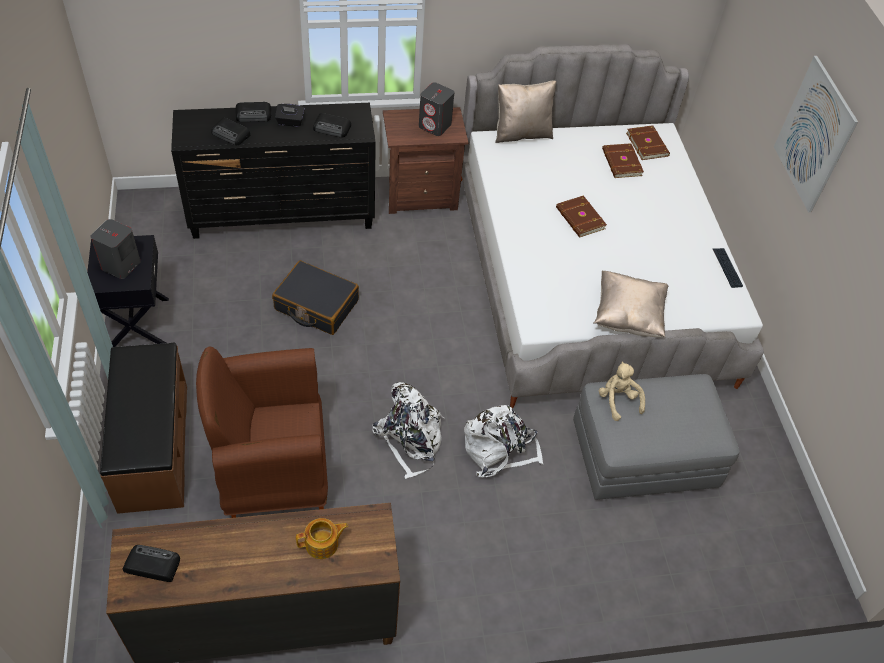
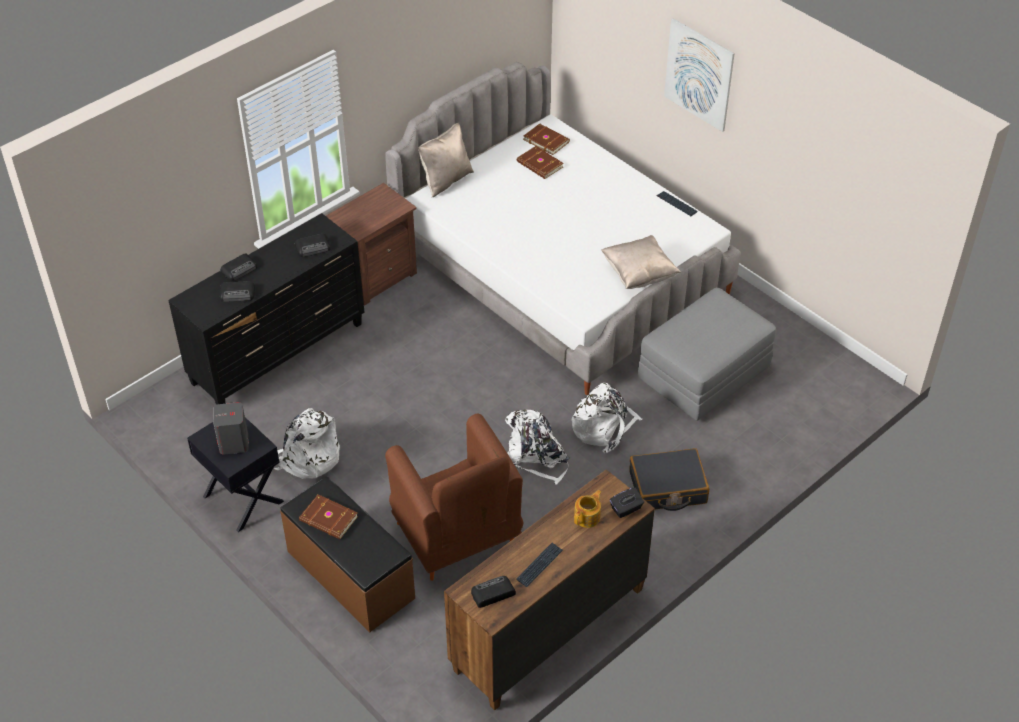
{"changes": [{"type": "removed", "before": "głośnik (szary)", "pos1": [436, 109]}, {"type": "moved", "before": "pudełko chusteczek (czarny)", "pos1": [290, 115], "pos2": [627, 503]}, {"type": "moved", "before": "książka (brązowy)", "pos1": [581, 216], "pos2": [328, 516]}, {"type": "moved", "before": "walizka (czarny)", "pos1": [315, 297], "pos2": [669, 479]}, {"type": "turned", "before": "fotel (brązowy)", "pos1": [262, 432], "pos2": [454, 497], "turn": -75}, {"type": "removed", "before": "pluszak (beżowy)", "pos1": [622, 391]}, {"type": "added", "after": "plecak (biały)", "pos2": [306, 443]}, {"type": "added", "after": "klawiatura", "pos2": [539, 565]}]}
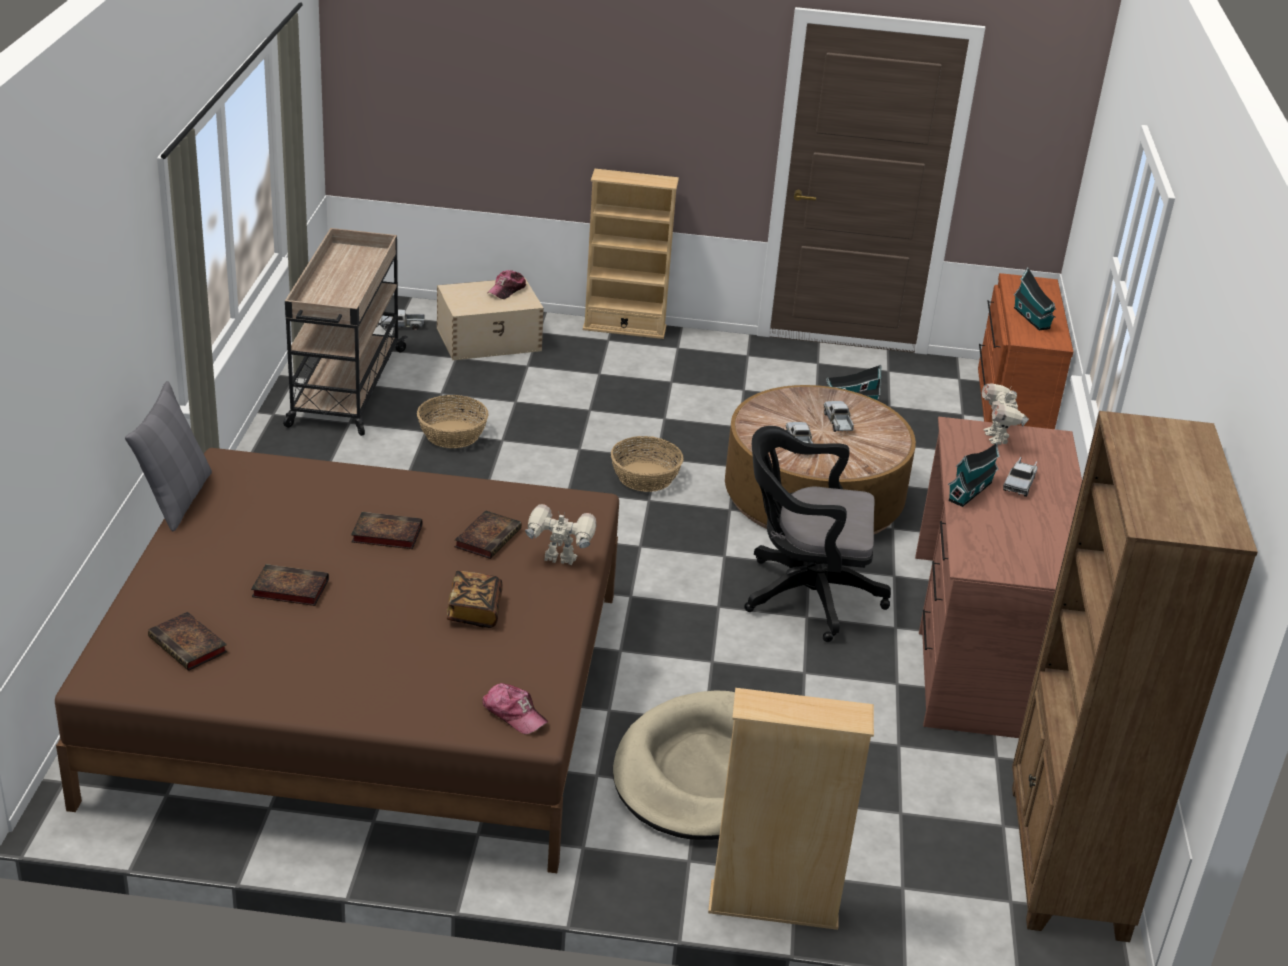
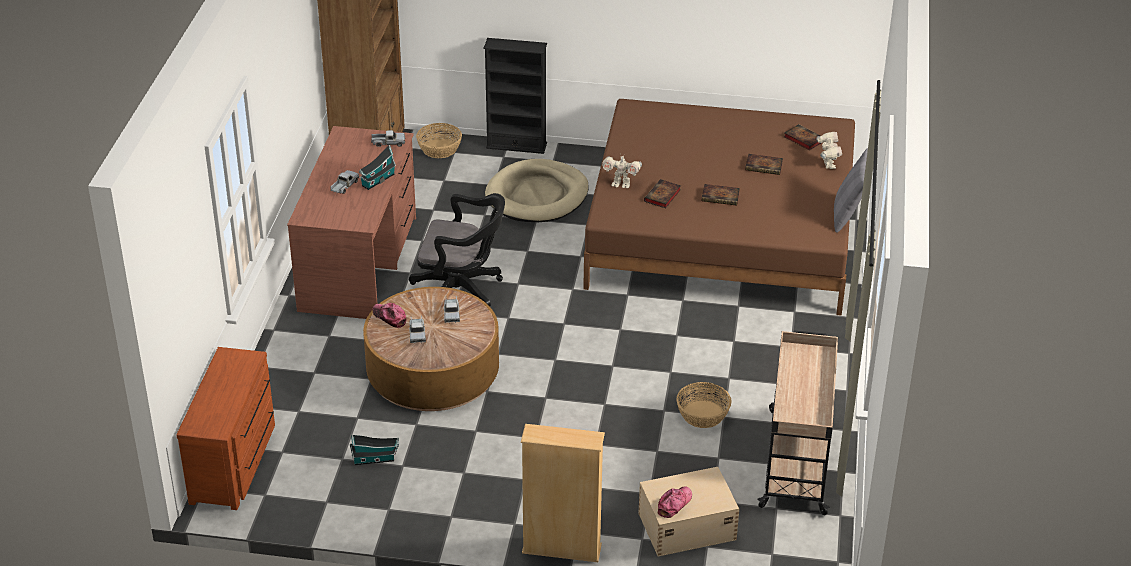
{"changes": [{"type": "removed", "before": "domek", "pos1": [1035, 298]}, {"type": "moved", "before": "ciężarówka zabawkowa", "pos1": [403, 320], "pos2": [388, 138]}, {"type": "moved", "before": "robot zabawkowy", "pos1": [1005, 414], "pos2": [829, 150]}, {"type": "moved", "before": "koszyk", "pos1": [647, 464], "pos2": [439, 140]}, {"type": "removed", "before": "książka", "pos1": [475, 599]}, {"type": "moved", "before": "czapka z daszkiem", "pos1": [515, 708], "pos2": [389, 315]}, {"type": "recoloured", "before": "regał (beżowy)", "after": "regał (czarny)", "pos1": [791, 809], "pos2": [515, 96]}]}
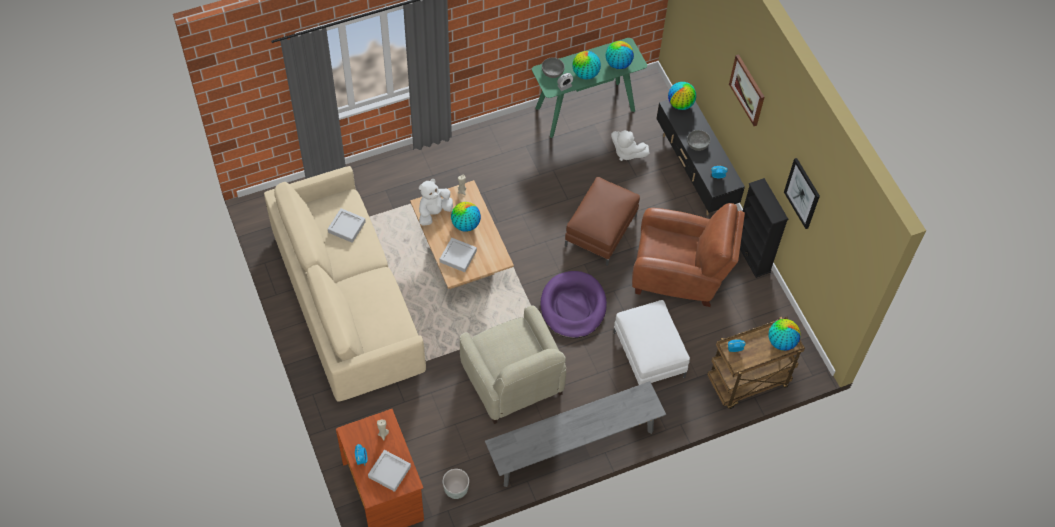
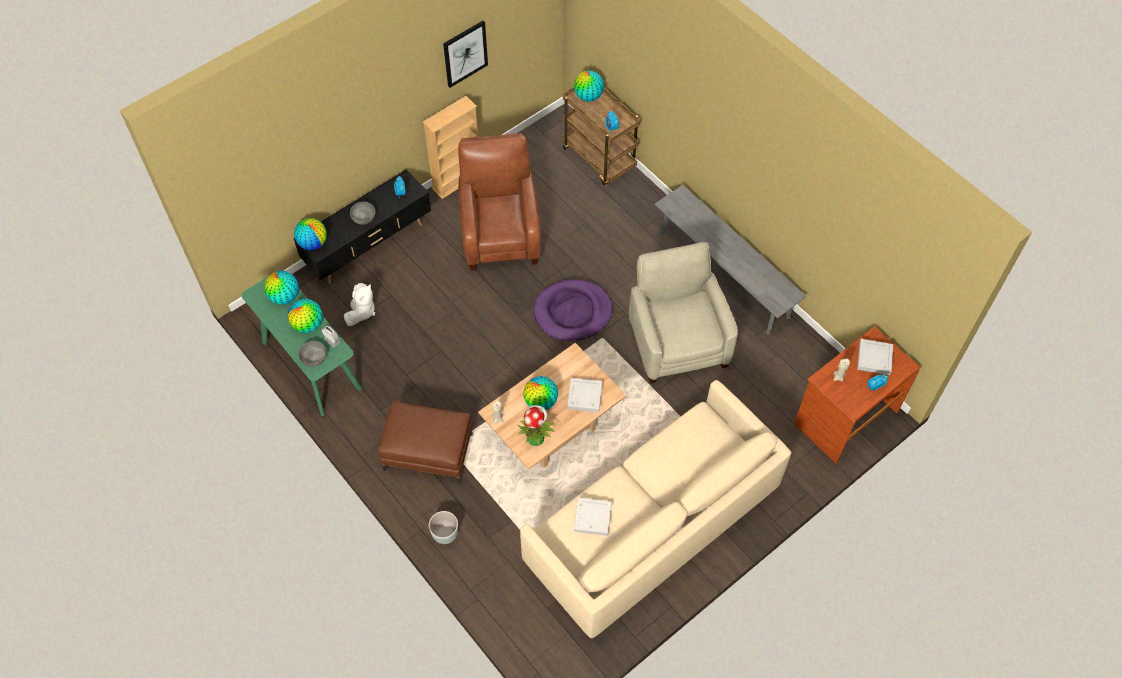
{"changes": [{"type": "removed", "before": "obraz", "pos1": [746, 90]}, {"type": "moved", "before": "pufa (brązowy)", "pos1": [602, 221], "pos2": [425, 442]}, {"type": "recoloured", "before": "regał (czarny)", "after": "regał (beżowy)", "pos1": [764, 228], "pos2": [450, 147]}, {"type": "replaced", "before": "pluszak (biały)", "after": "roślina doniczkowa", "pos1": [436, 202], "pos2": [536, 425]}, {"type": "removed", "before": "pufa (biały)", "pos1": [651, 342]}, {"type": "turned", "before": "fotel (beżowy)", "pos1": [513, 364], "pos2": [683, 312], "turn": -60}, {"type": "moved", "before": "donica (szary)", "pos1": [456, 484], "pos2": [443, 527]}]}
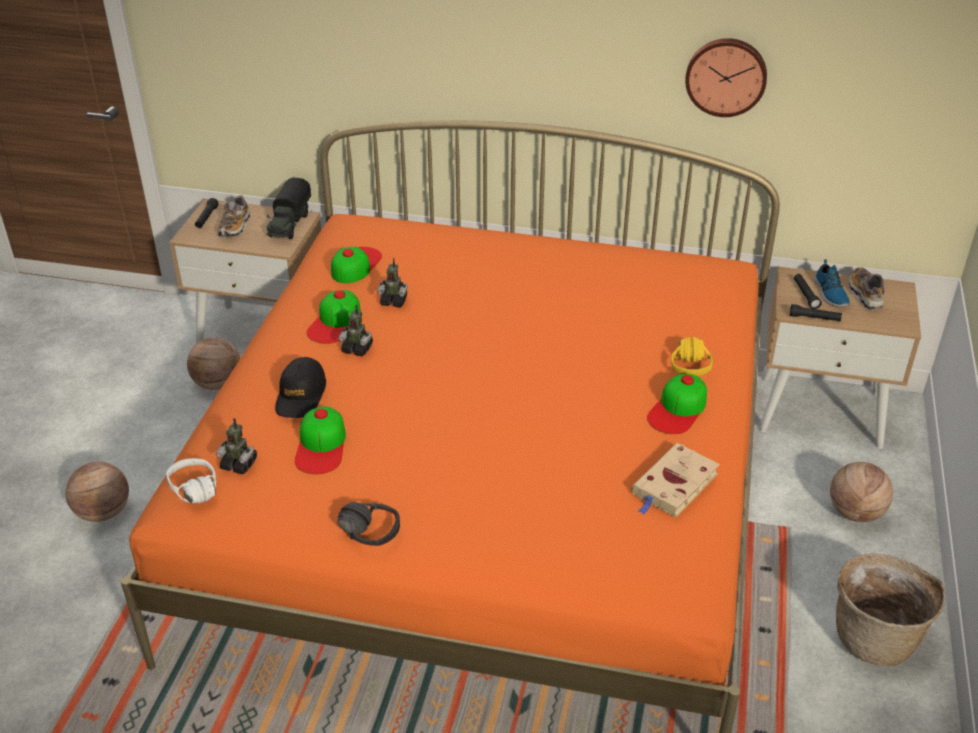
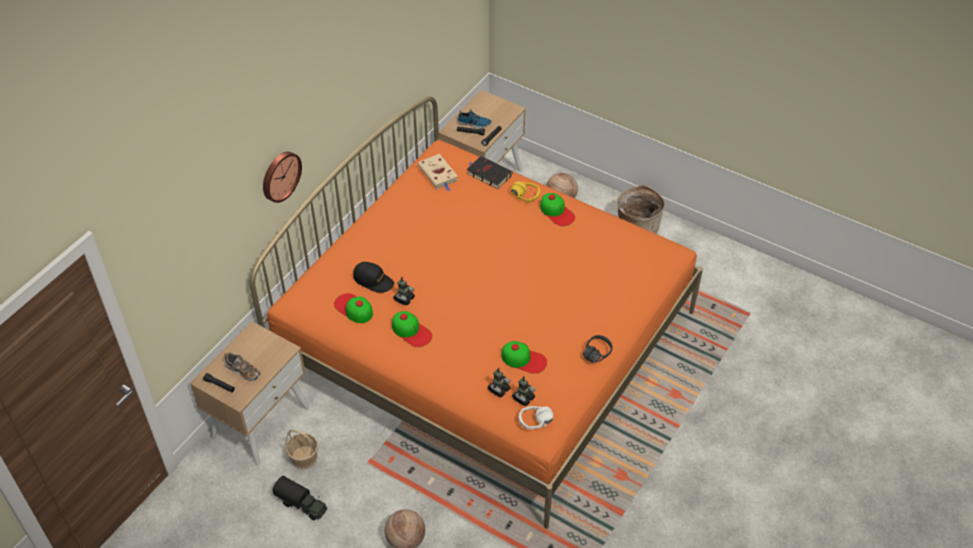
{"changes": [{"type": "moved", "before": "zegar ścienny", "pos1": [726, 77], "pos2": [282, 177]}, {"type": "moved", "before": "ciężarówka zabawkowa", "pos1": [289, 208], "pos2": [300, 498]}, {"type": "removed", "before": "but", "pos1": [866, 288]}, {"type": "moved", "before": "robot zabawkowy", "pos1": [355, 330], "pos2": [499, 382]}, {"type": "replaced", "before": "piłka do koszykówki", "after": "koszyk", "pos1": [213, 363], "pos2": [302, 449]}, {"type": "moved", "before": "czapka z daszkiem (czarny)", "pos1": [300, 387], "pos2": [373, 277]}, {"type": "moved", "before": "książka (beżowy)", "pos1": [675, 480], "pos2": [438, 172]}, {"type": "added", "after": "książka (czarny)", "pos2": [490, 172]}]}
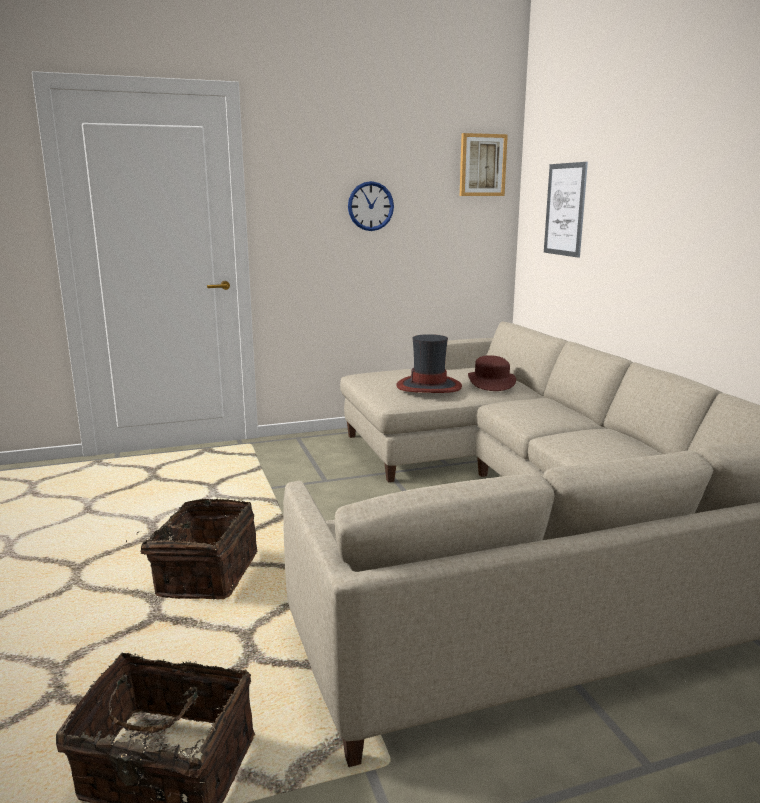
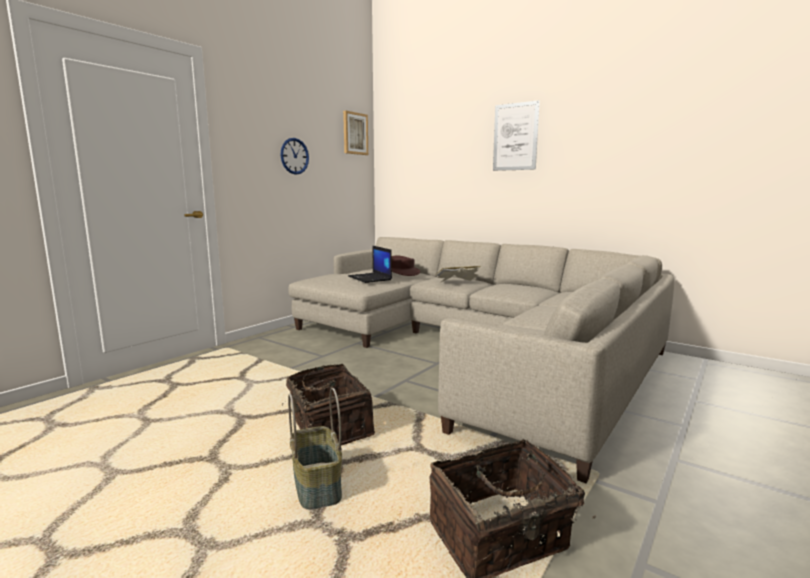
{"changes": [{"type": "moved", "before": "obraz", "pos1": [566, 209], "pos2": [516, 135]}, {"type": "replaced", "before": "kapelusz", "after": "laptop", "pos1": [429, 363], "pos2": [370, 264]}, {"type": "added", "after": "książka", "pos2": [457, 274]}, {"type": "added", "after": "koszyk", "pos2": [315, 449]}]}
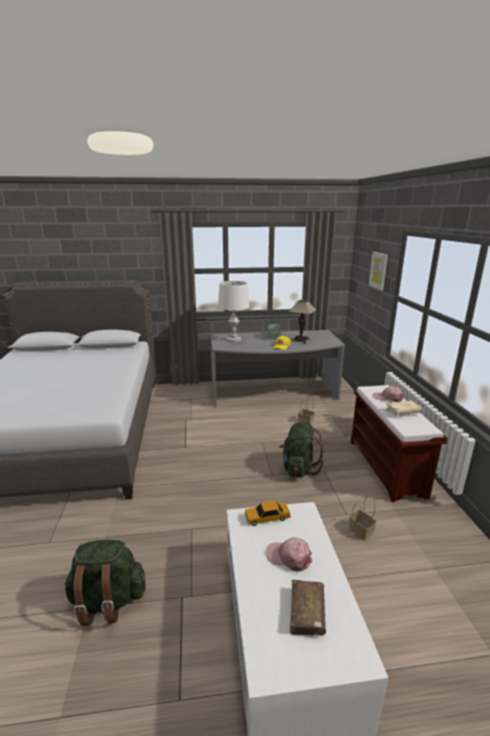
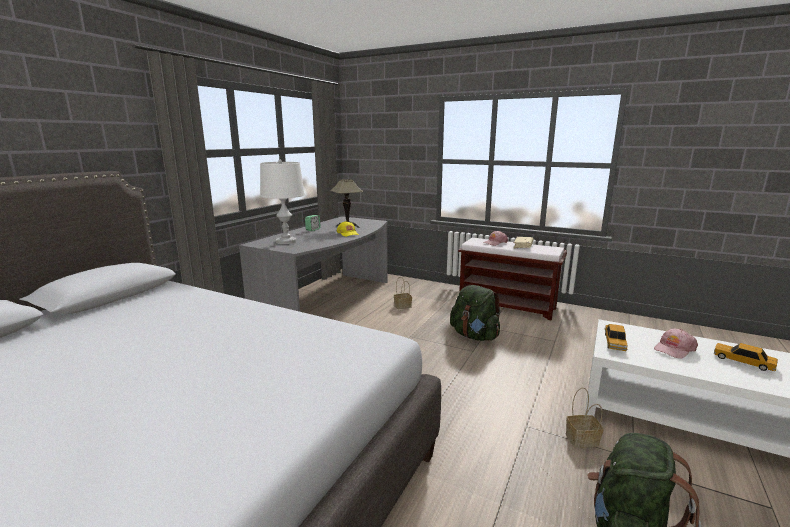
{"changes": [{"type": "removed", "before": "obraz", "pos1": [378, 271]}, {"type": "moved", "before": "koszyk", "pos1": [362, 518], "pos2": [585, 418]}, {"type": "replaced", "before": "książka (brązowy)", "after": "samochodzik", "pos1": [308, 608], "pos2": [746, 357]}]}
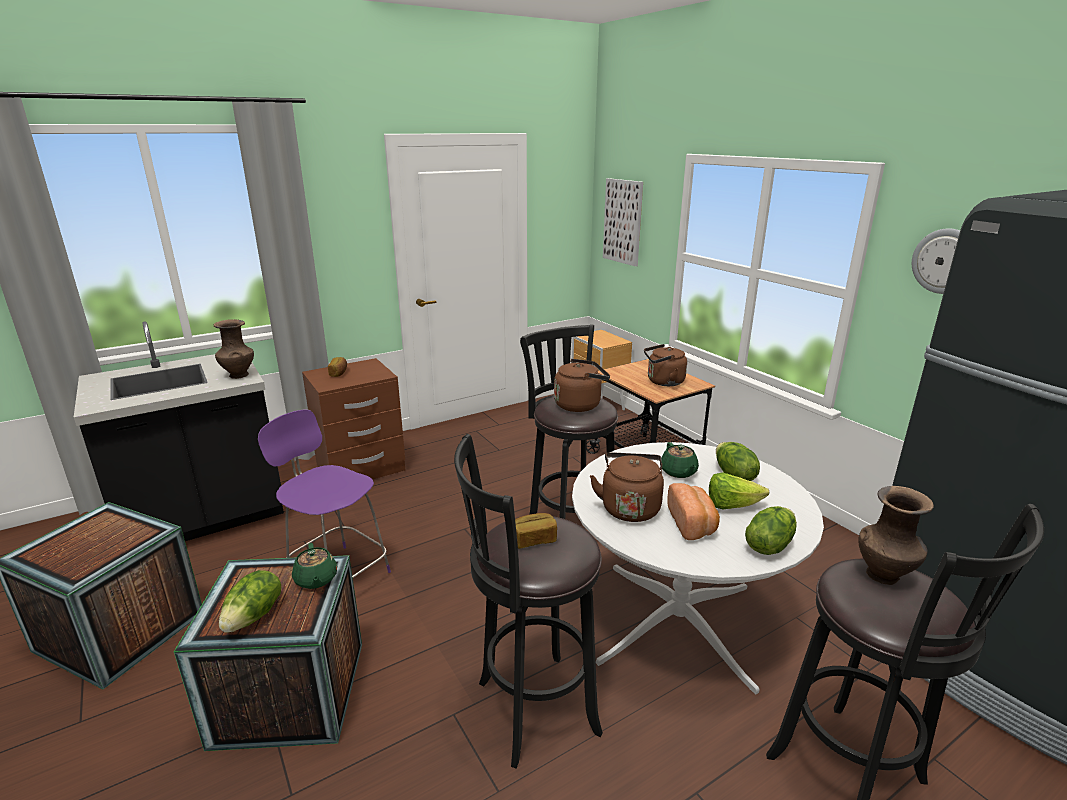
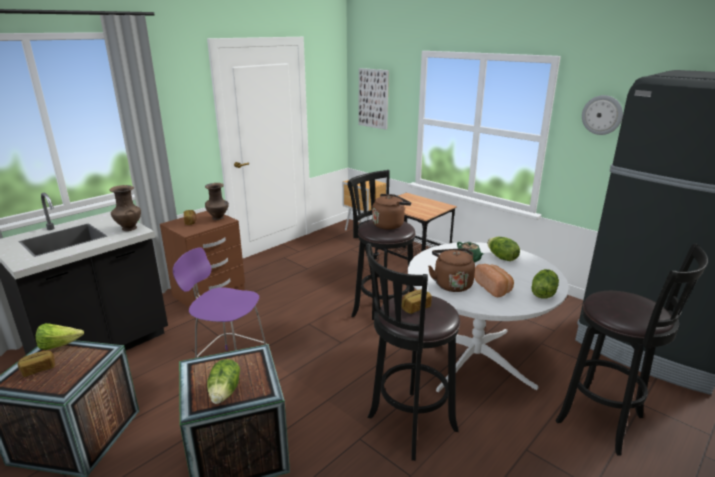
{"changes": [{"type": "removed", "before": "czajnik (brązowy)", "pos1": [665, 365]}, {"type": "moved", "before": "sałata", "pos1": [739, 490], "pos2": [60, 336]}, {"type": "moved", "before": "wazon (brązowy)", "pos1": [896, 535], "pos2": [217, 201]}, {"type": "removed", "before": "imbryk (zielony)", "pos1": [314, 566]}, {"type": "added", "after": "chleb", "pos2": [36, 364]}]}
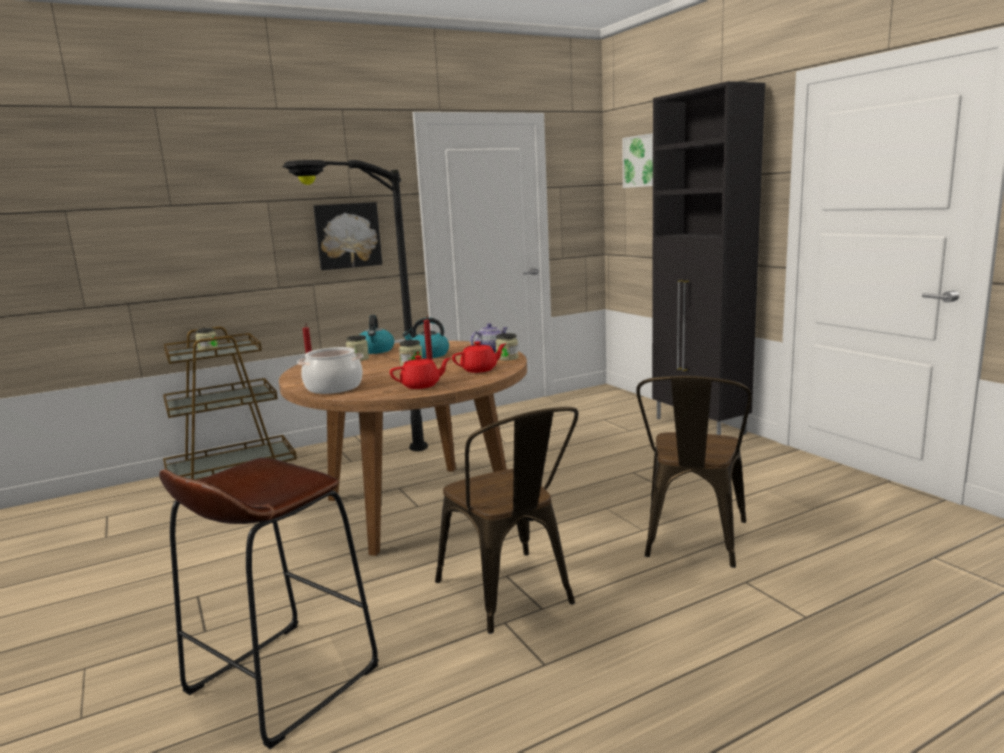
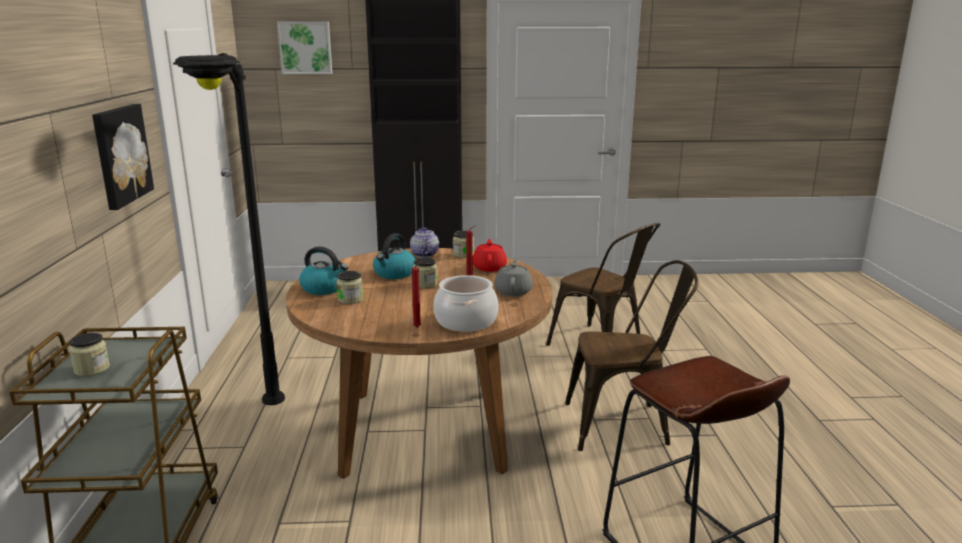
{"changes": [{"type": "recoloured", "before": "imbryk (czerwony)", "after": "imbryk (szary)", "pos1": [420, 372], "pos2": [513, 277]}]}
